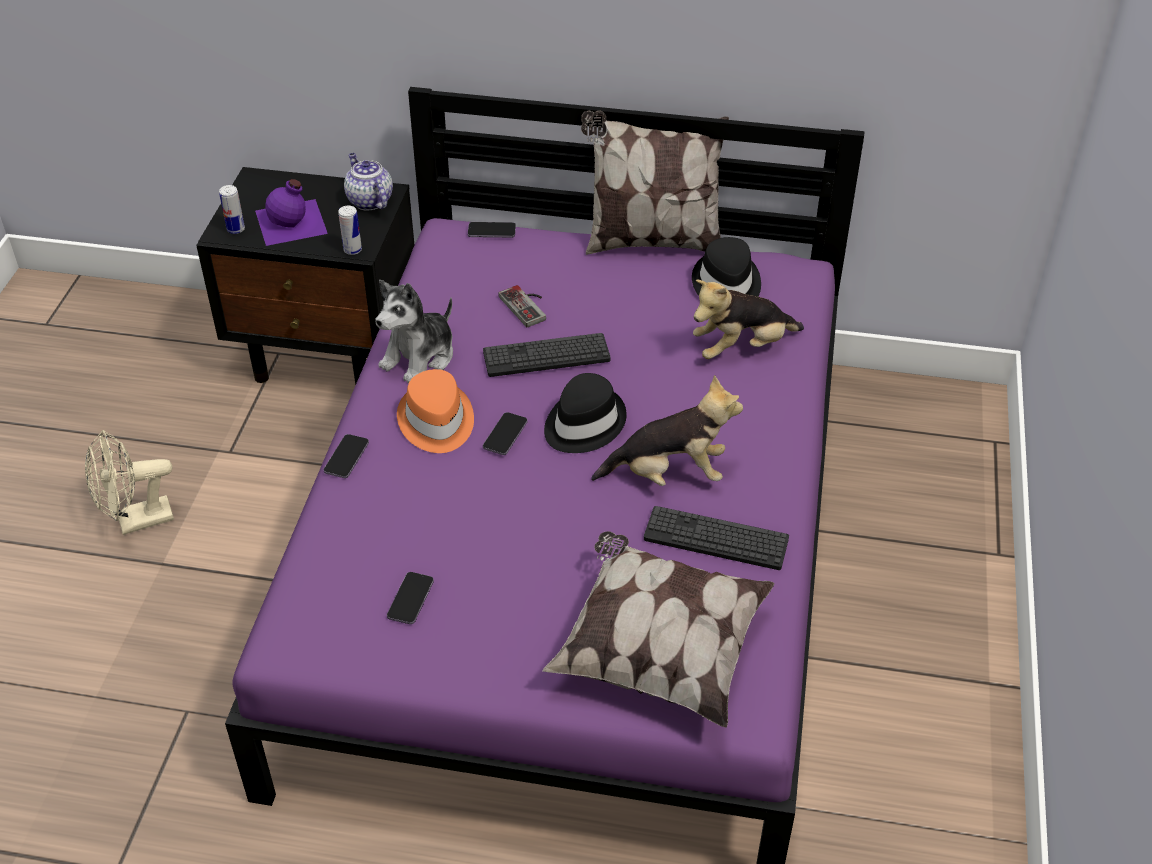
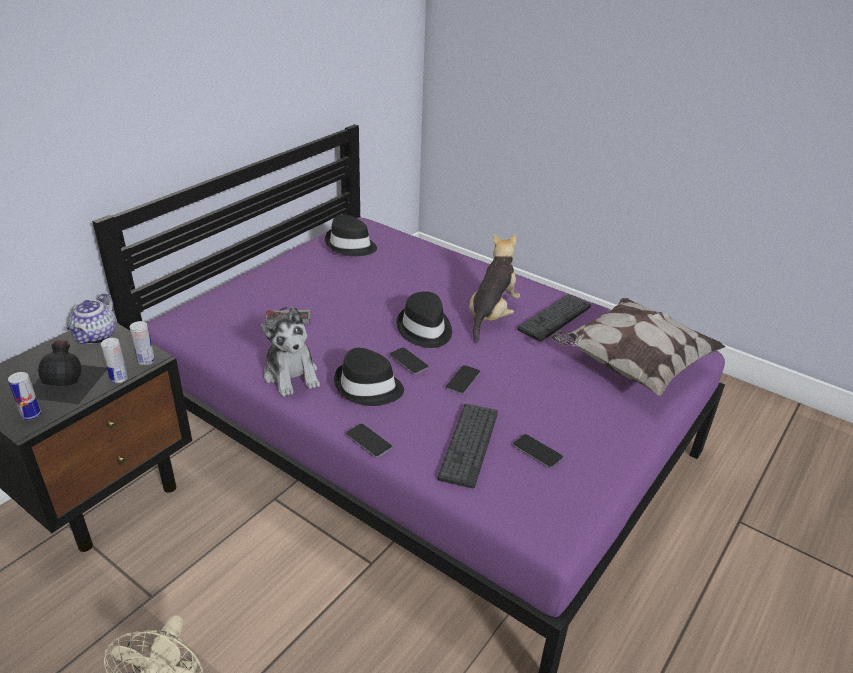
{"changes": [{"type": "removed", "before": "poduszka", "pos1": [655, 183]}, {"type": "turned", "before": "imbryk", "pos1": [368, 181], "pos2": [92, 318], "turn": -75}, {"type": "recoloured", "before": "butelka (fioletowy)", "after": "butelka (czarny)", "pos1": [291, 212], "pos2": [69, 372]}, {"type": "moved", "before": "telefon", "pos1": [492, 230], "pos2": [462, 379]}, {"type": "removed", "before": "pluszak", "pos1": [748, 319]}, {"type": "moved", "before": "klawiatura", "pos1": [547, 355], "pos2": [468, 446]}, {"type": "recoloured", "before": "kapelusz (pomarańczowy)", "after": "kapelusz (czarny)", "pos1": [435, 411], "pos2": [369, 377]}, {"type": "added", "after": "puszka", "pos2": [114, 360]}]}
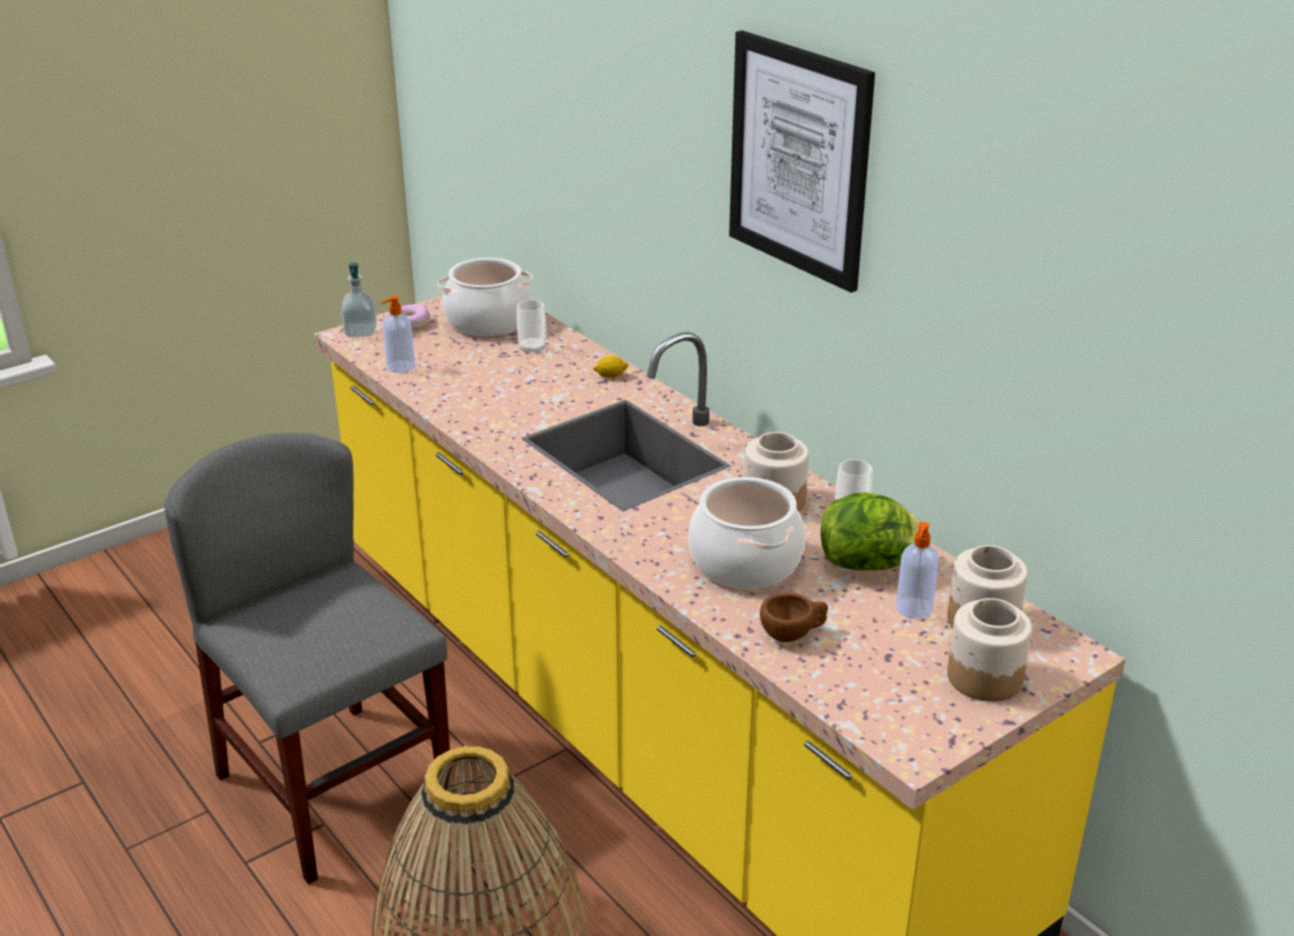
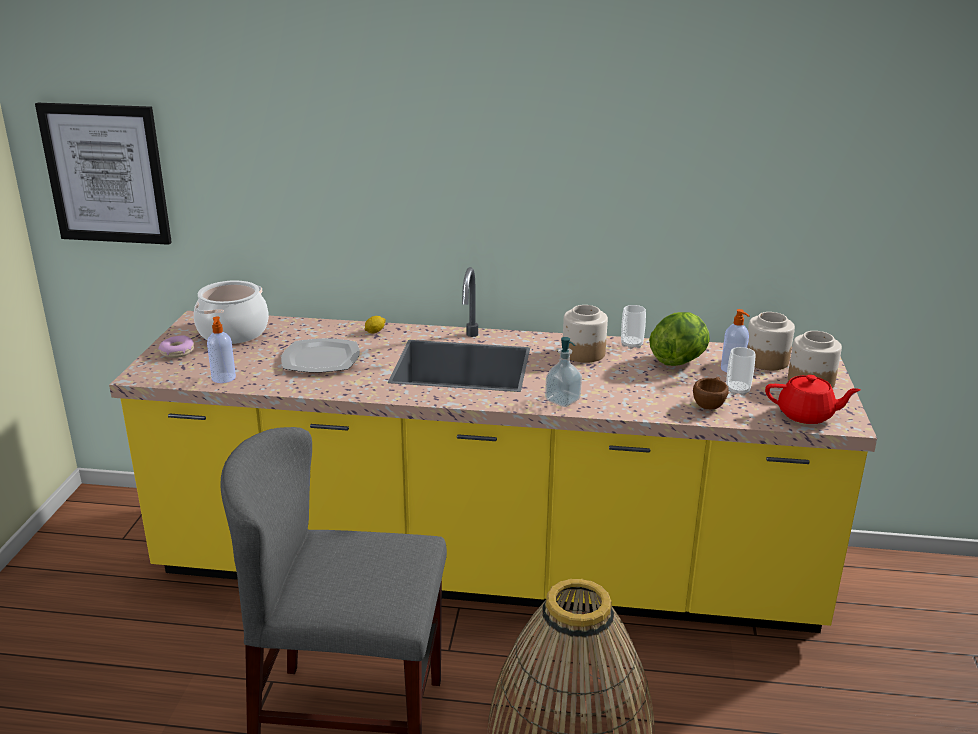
{"changes": [{"type": "moved", "before": "obraz", "pos1": [802, 161], "pos2": [103, 174]}, {"type": "moved", "before": "dozownik mydła", "pos1": [359, 300], "pos2": [563, 372]}, {"type": "moved", "before": "filiżanka", "pos1": [531, 327], "pos2": [741, 371]}, {"type": "removed", "before": "garnek", "pos1": [746, 533]}, {"type": "added", "after": "talerz", "pos2": [320, 355]}, {"type": "added", "after": "imbryk (czerwony)", "pos2": [813, 399]}]}
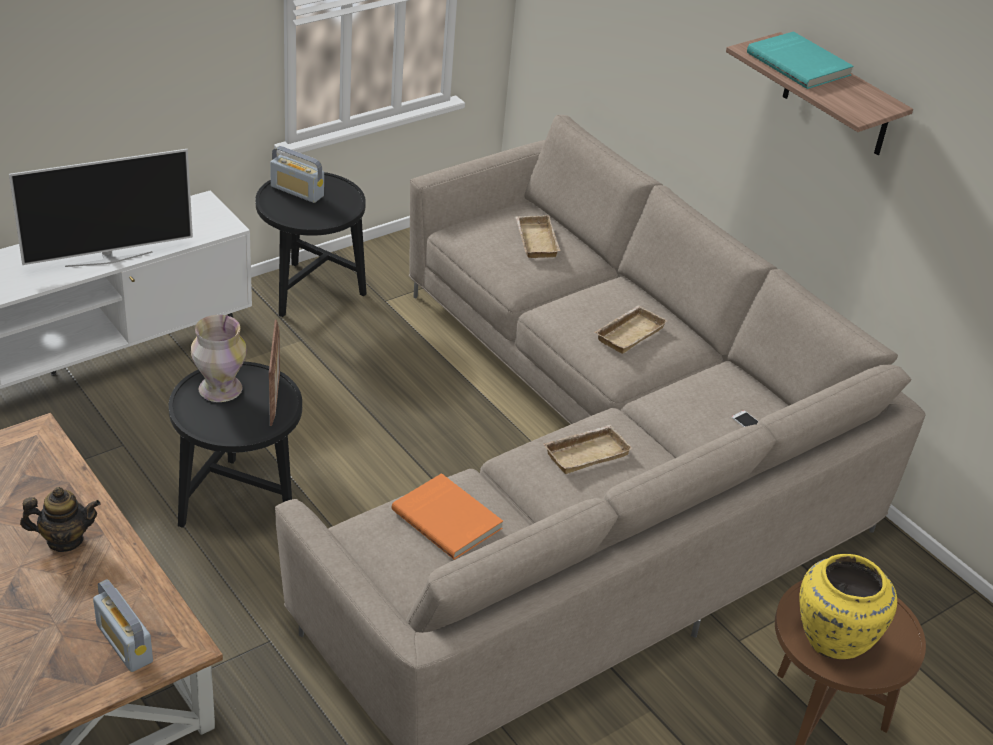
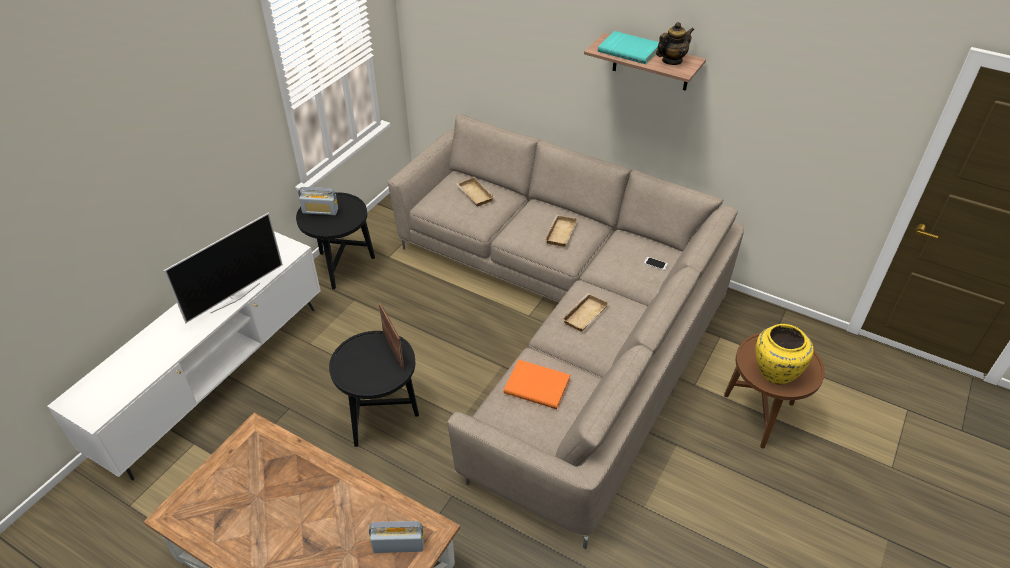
{"changes": [{"type": "removed", "before": "wazon", "pos1": [219, 358]}, {"type": "moved", "before": "imbryk", "pos1": [60, 519], "pos2": [675, 43]}, {"type": "turned", "before": "radio", "pos1": [123, 625], "pos2": [396, 537], "turn": 150}]}
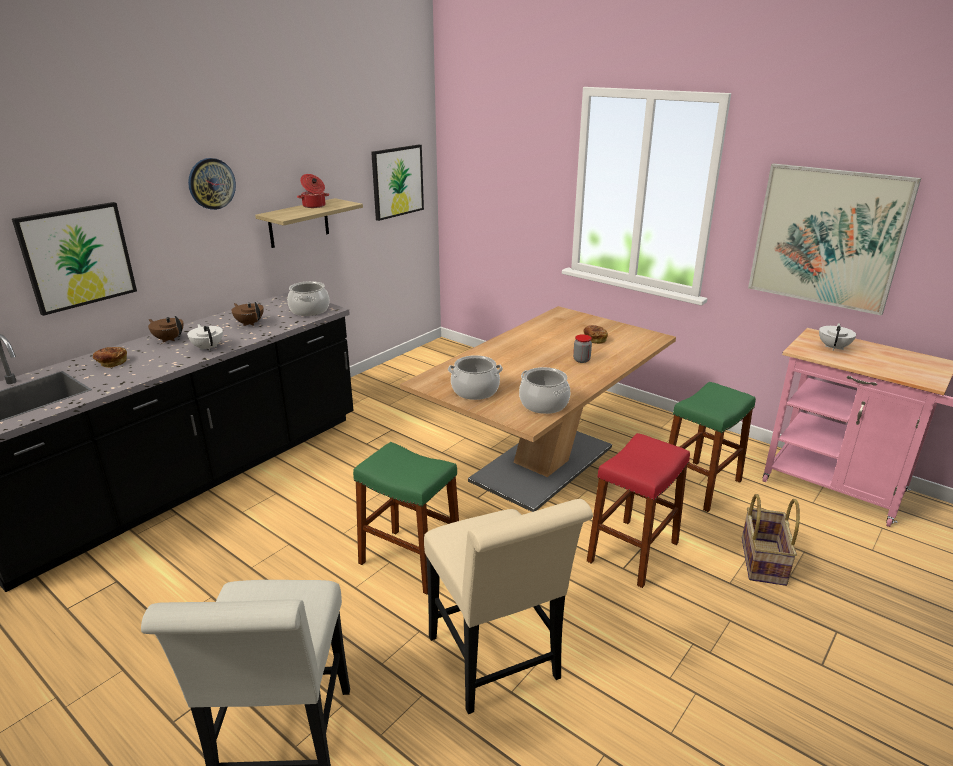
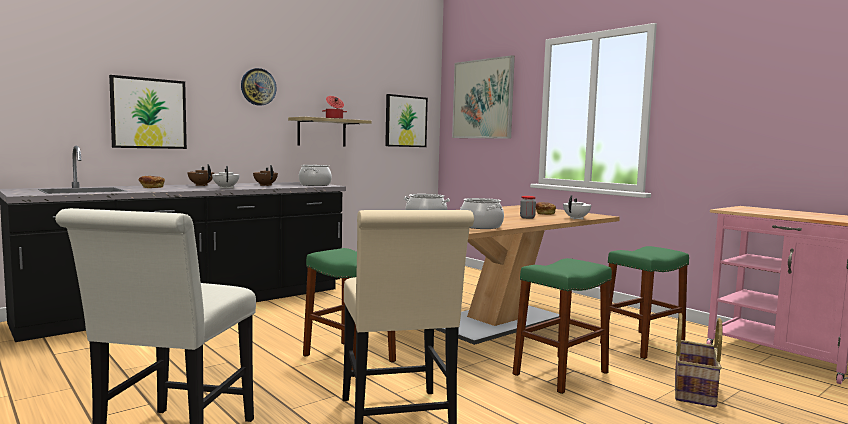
{"changes": [{"type": "moved", "before": "obraz", "pos1": [834, 239], "pos2": [483, 97]}, {"type": "moved", "before": "imbryk (biały)", "pos1": [837, 337], "pos2": [577, 207]}, {"type": "recoloured", "before": "stołek (czerwony)", "after": "stołek (zielony)", "pos1": [638, 510], "pos2": [562, 326]}]}
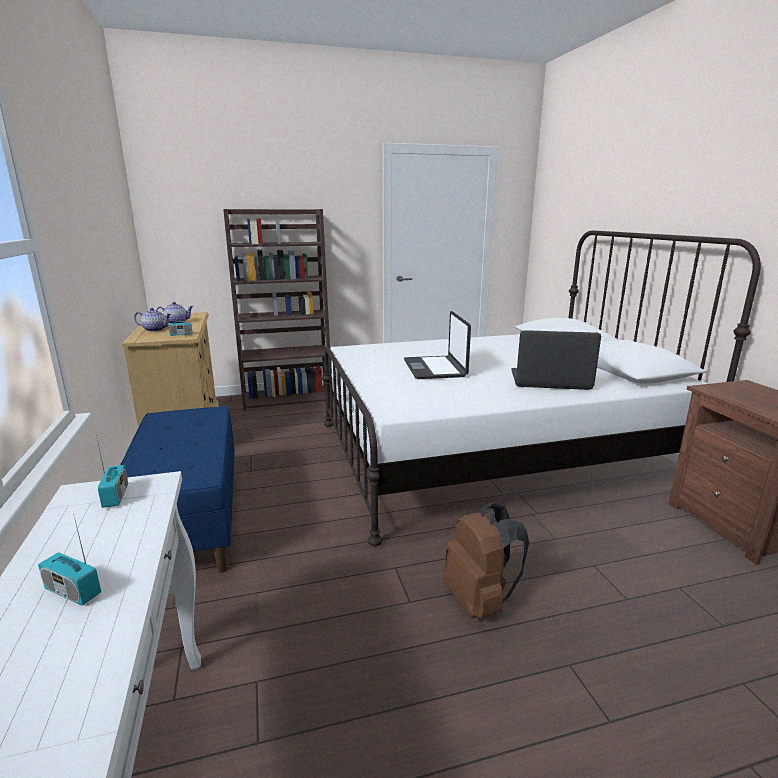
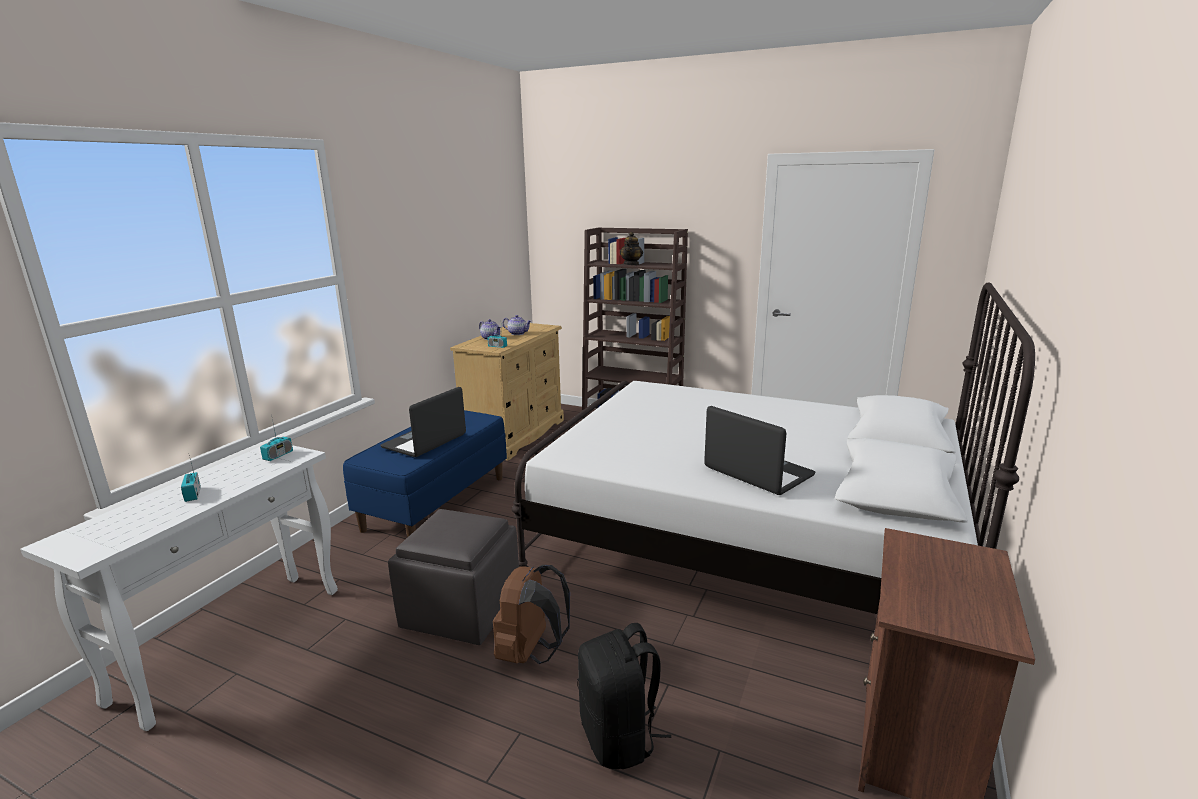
{"changes": [{"type": "moved", "before": "laptop", "pos1": [437, 345], "pos2": [423, 422]}, {"type": "added", "after": "imbryk", "pos2": [631, 248]}, {"type": "added", "after": "pufa (szary)", "pos2": [453, 577]}, {"type": "added", "after": "plecak (czarny)", "pos2": [624, 696]}]}
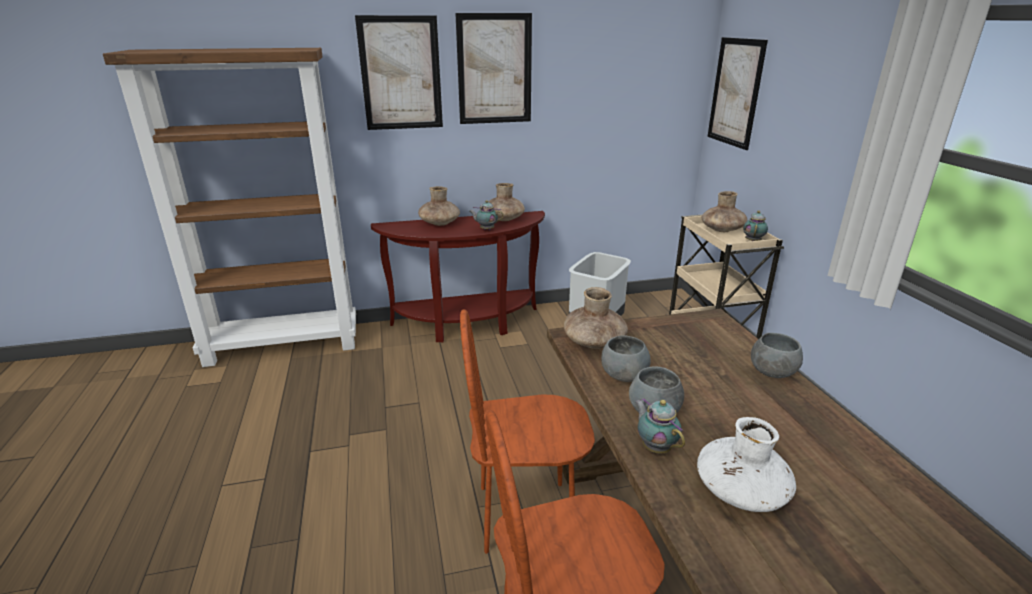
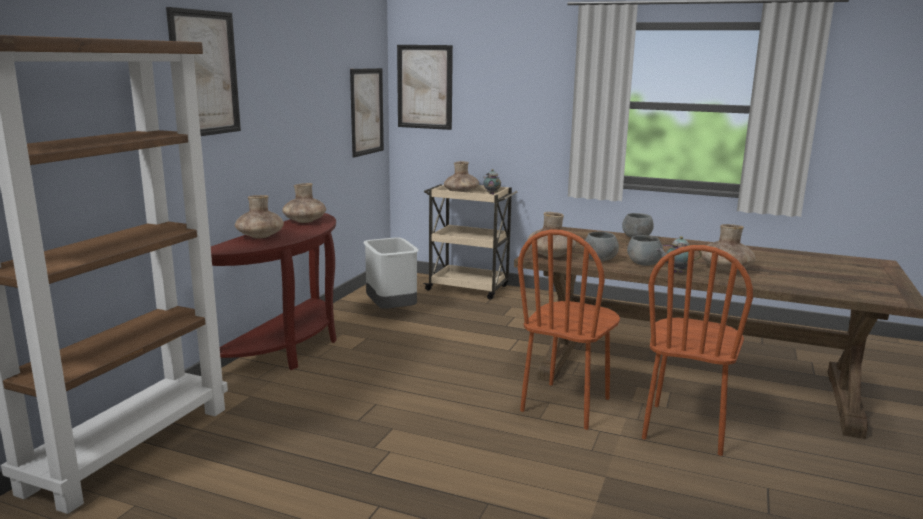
{"changes": [{"type": "moved", "before": "obraz", "pos1": [493, 68], "pos2": [367, 112]}, {"type": "removed", "before": "imbryk", "pos1": [486, 215]}, {"type": "recoloured", "before": "wazon (biały)", "after": "wazon (brązowy)", "pos1": [746, 464], "pos2": [728, 248]}]}
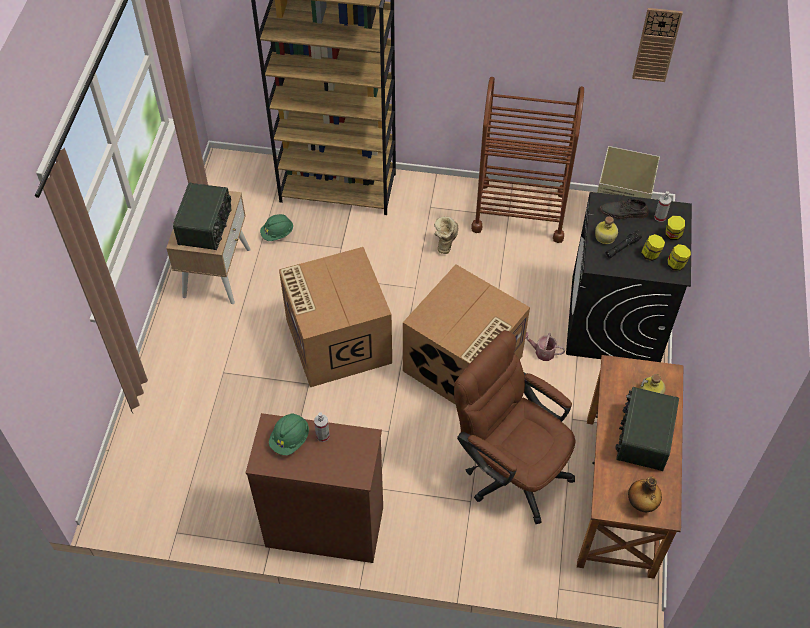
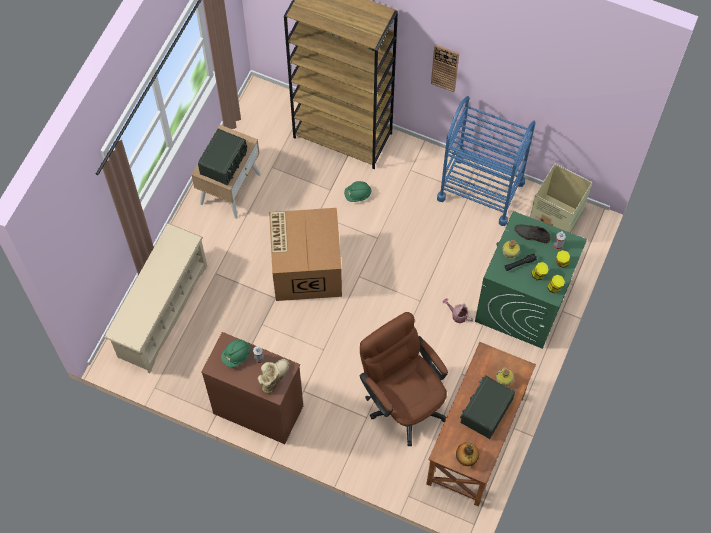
{"changes": [{"type": "moved", "before": "zegar ścienny", "pos1": [657, 45], "pos2": [445, 68]}, {"type": "recoloured", "before": "wózek (brązowy)", "after": "wózek (niebieski)", "pos1": [527, 160], "pos2": [486, 161]}, {"type": "recoloured", "before": "pralka (czarny)", "after": "pralka (zielony)", "pos1": [629, 277], "pos2": [531, 280]}, {"type": "moved", "before": "kask (zielony)", "pos1": [276, 227], "pos2": [357, 191]}, {"type": "moved", "before": "but z cholewką", "pos1": [446, 235], "pos2": [273, 376]}, {"type": "removed", "before": "karton", "pos1": [466, 334]}, {"type": "added", "after": "regał na buty (beżowy)", "pos2": [155, 298]}]}
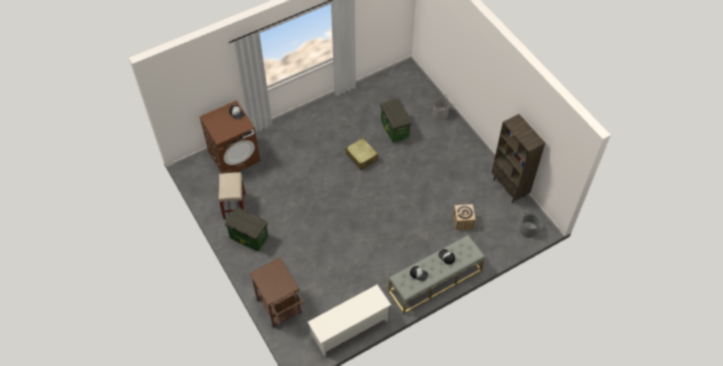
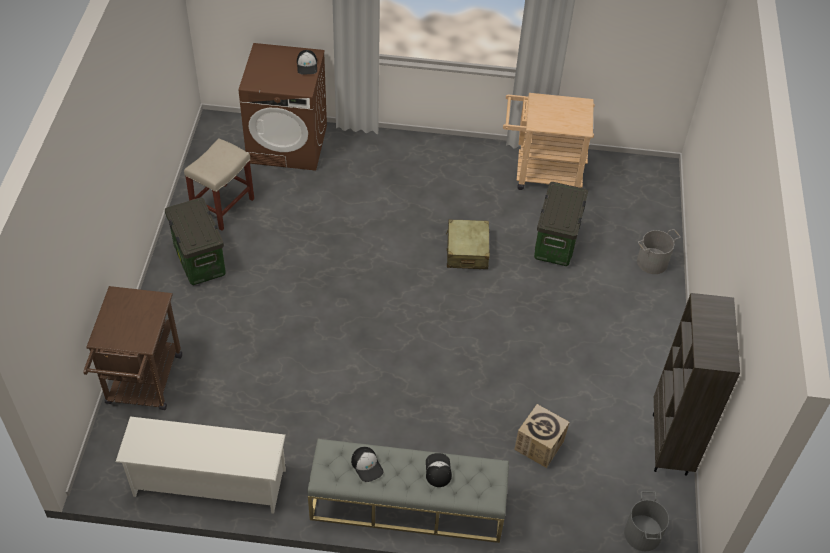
{"changes": [{"type": "added", "after": "wózek (beżowy)", "pos2": [549, 141]}]}
